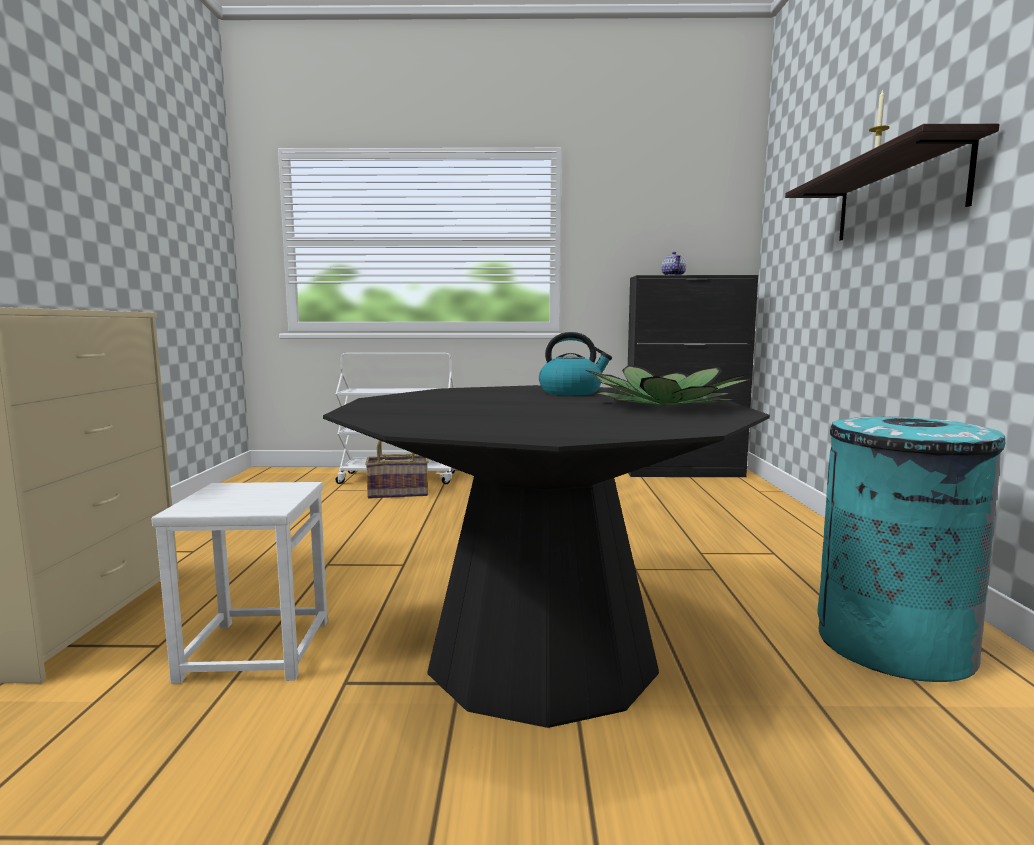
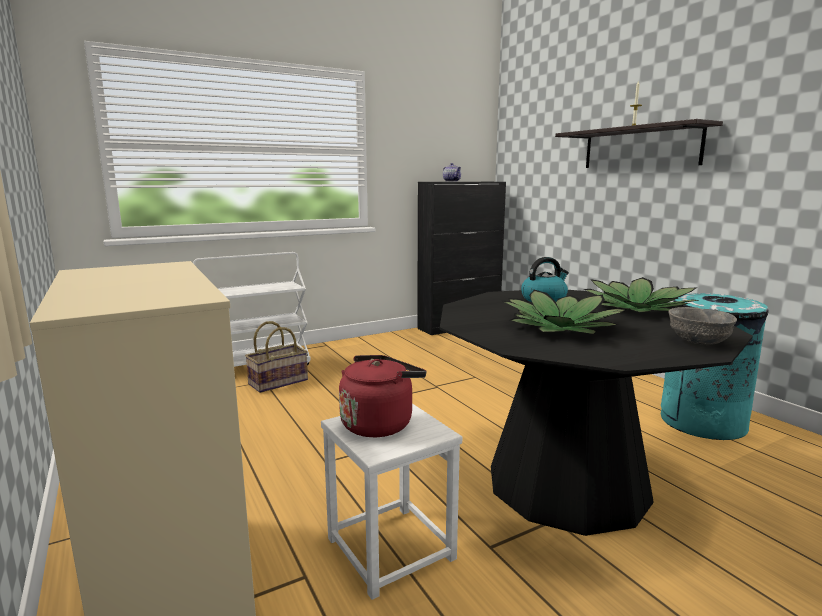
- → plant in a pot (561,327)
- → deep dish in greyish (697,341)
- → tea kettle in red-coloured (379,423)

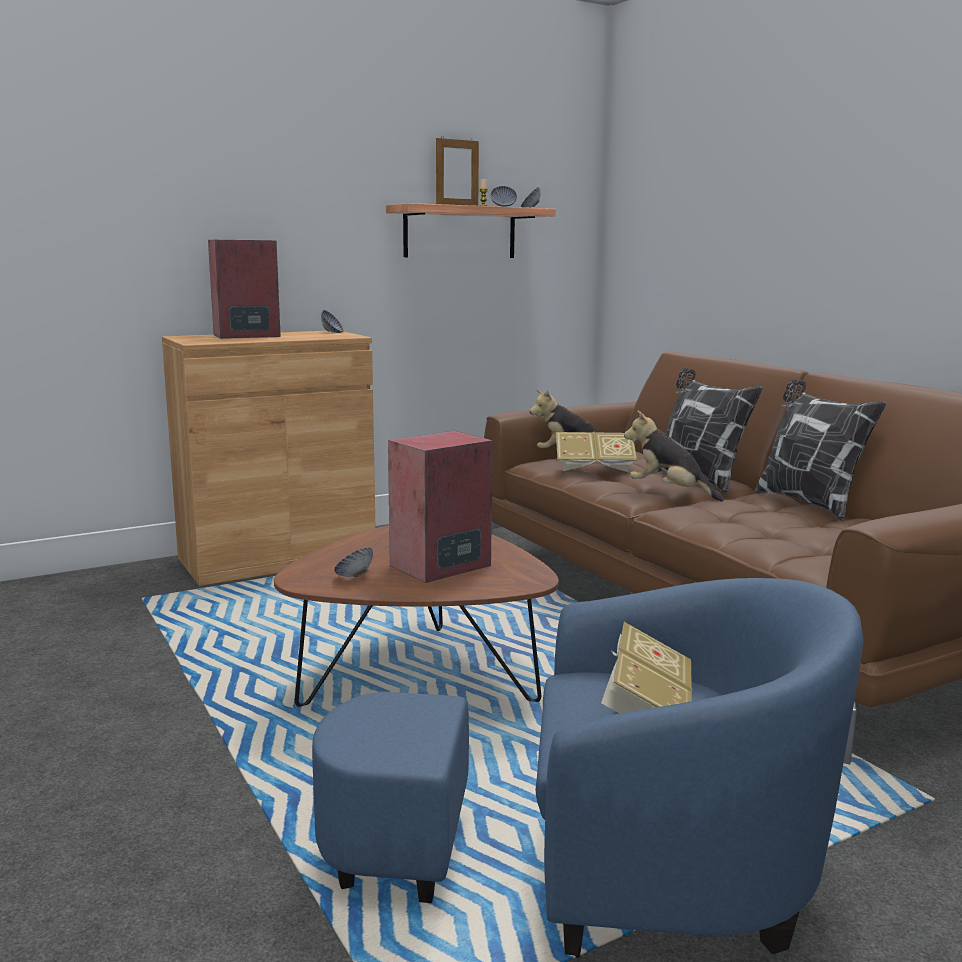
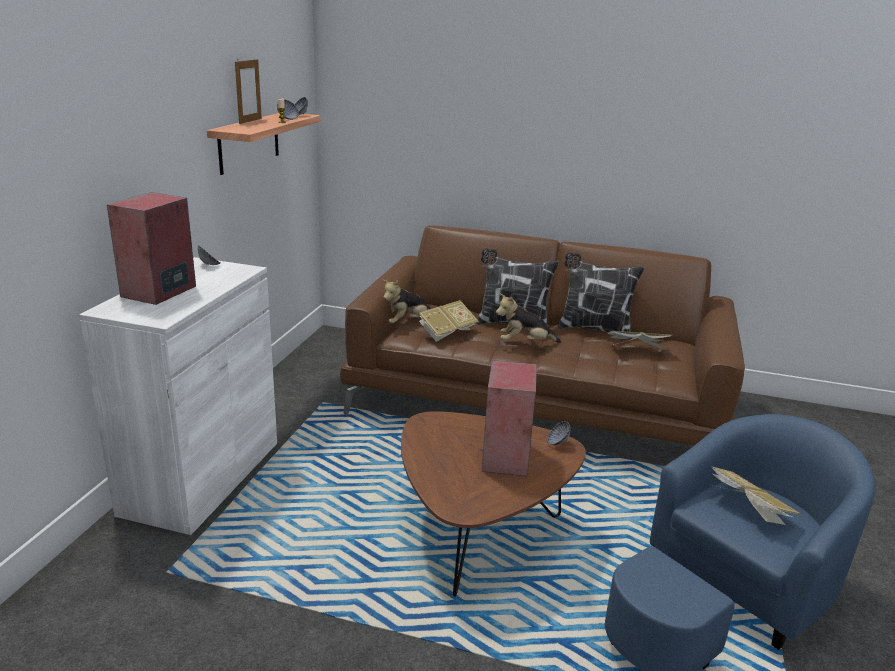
cabinet in brown-coloured (277,557) → cabinet in whitish (202,477)
deep dish (354,577) → deep dish (557,442), moved
- → volume (636,350)

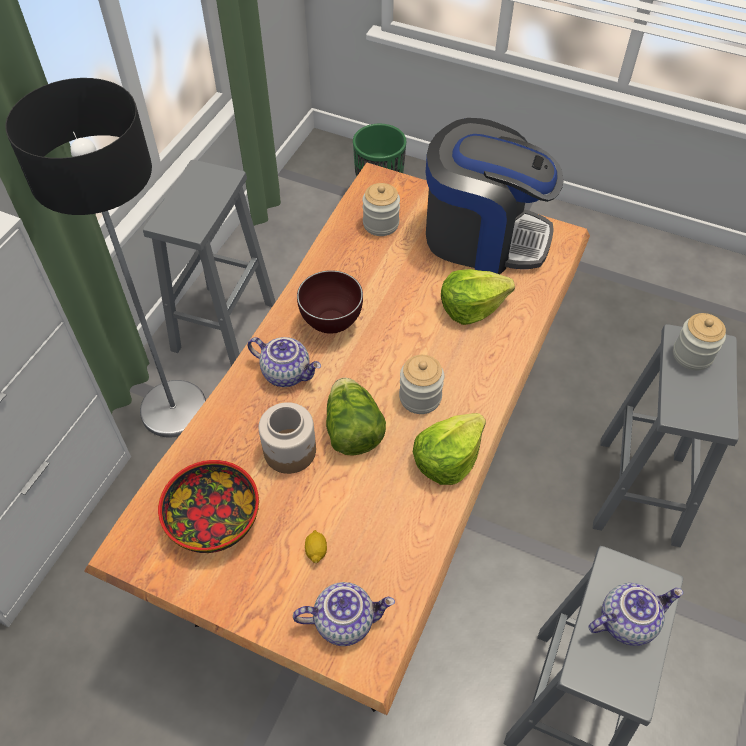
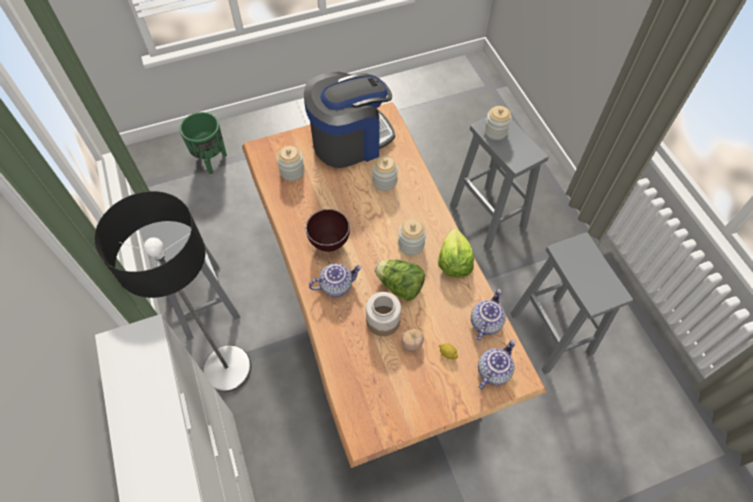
lettuce (471,307) → preserve jar (384,181)
deep dish (214,518) → -
teapot (626,620) → teapot (485,322), moved
- → fresh tomato (412,343)

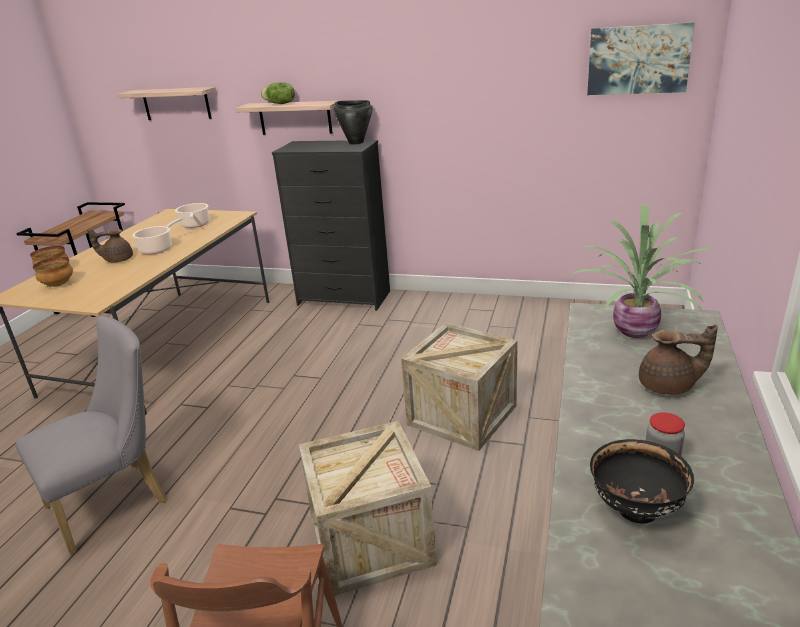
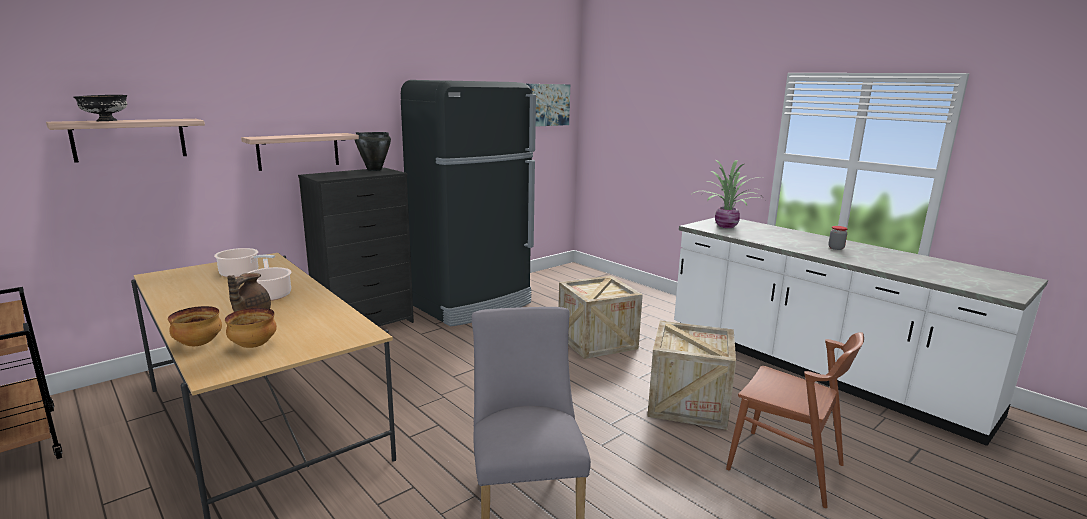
lettuce (280,104) → -
teapot in brown-coloured (669,386) → -
deep dish in blackish (635,510) → deep dish in blackish (105,121), moved
- → refrigerator in blackish (473,304)

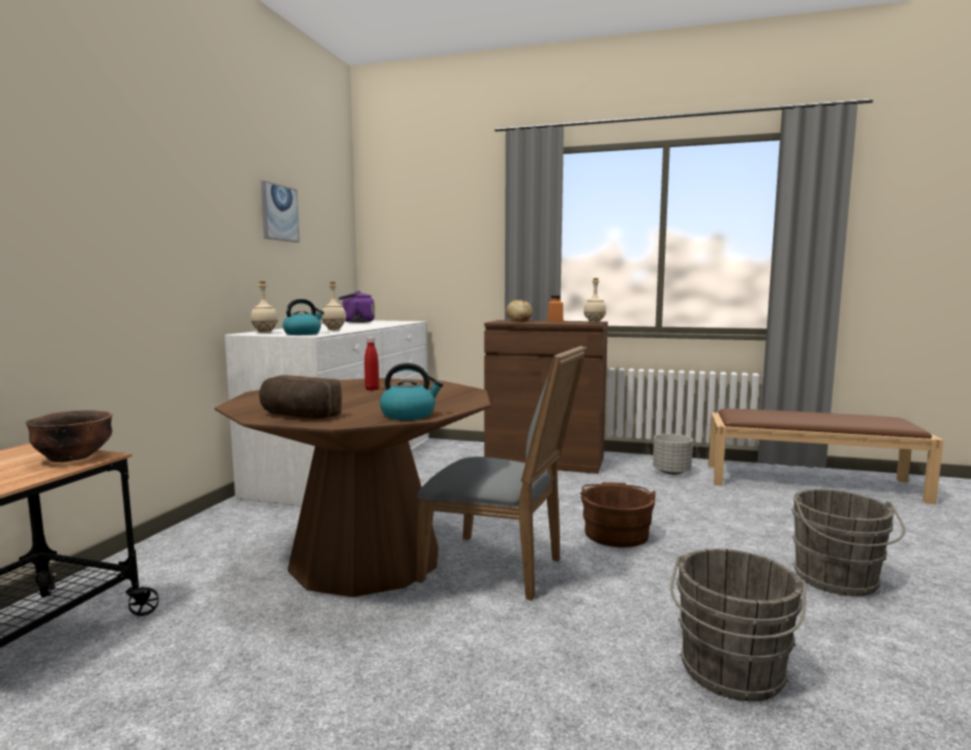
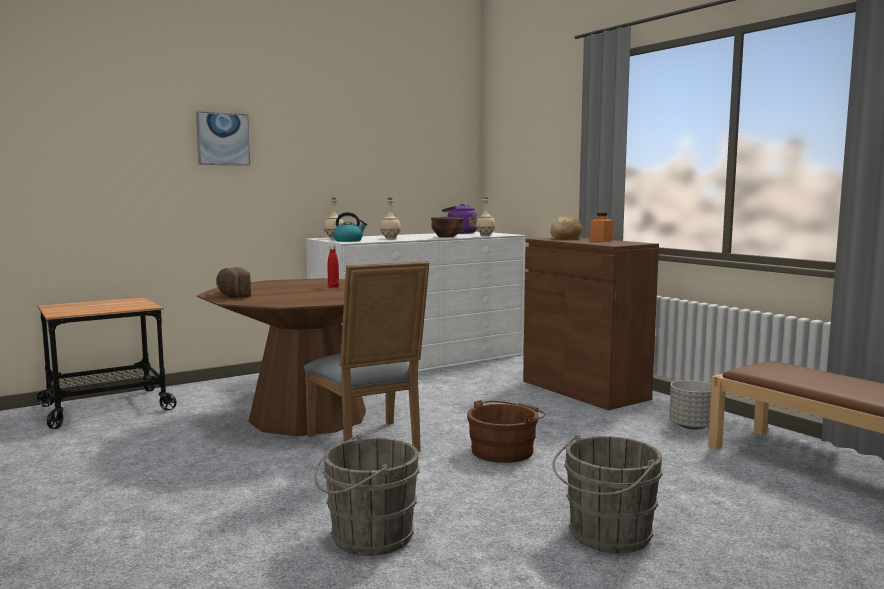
picture (279,213) → picture (223,139), moved
bottle in beige (594,322) → bottle in beige (485,236), moved
tea kettle (409,415) → -
deep dish in brown-coloured (73,458) → deep dish in brown-coloured (447,237), moved

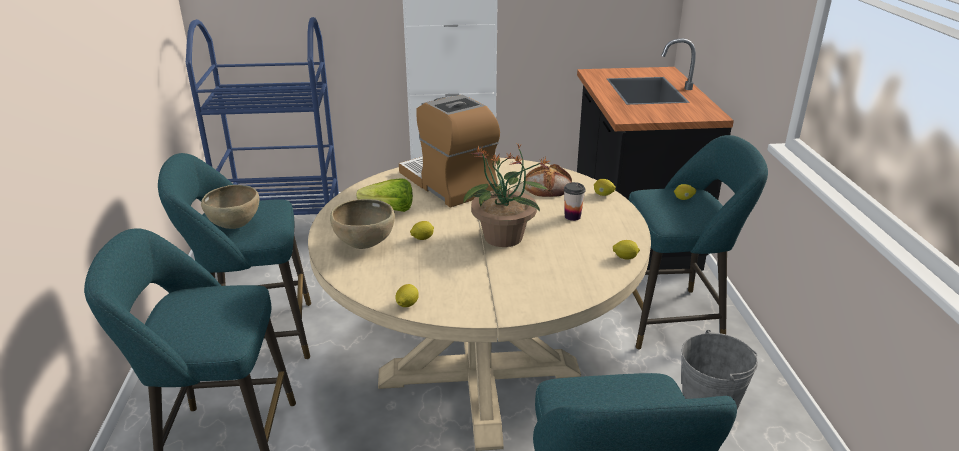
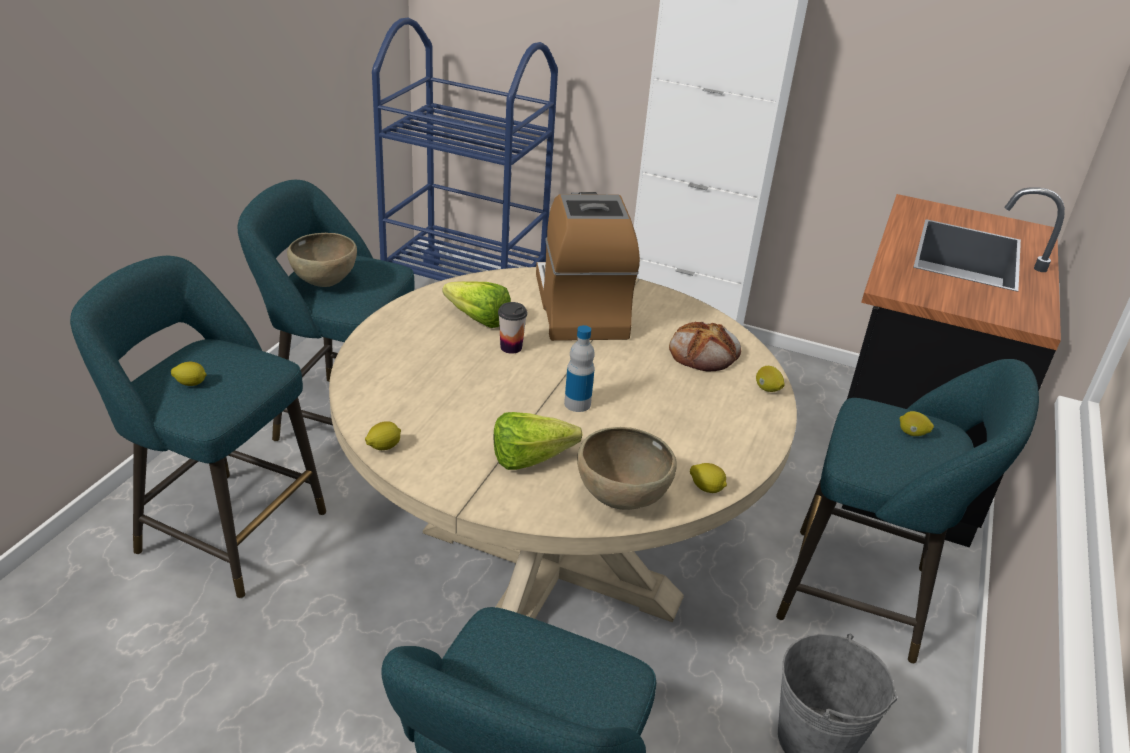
plant in a pot (504,238) → bottle (577,404)
cup (572,216) → cup (511,347), moved
deep dish in brown-coloured (365,245) → deep dish in brown-coloured (621,500), moved
whole lemon (422,238) → whole lemon (191,383), moved
- → lettuce (537,459)

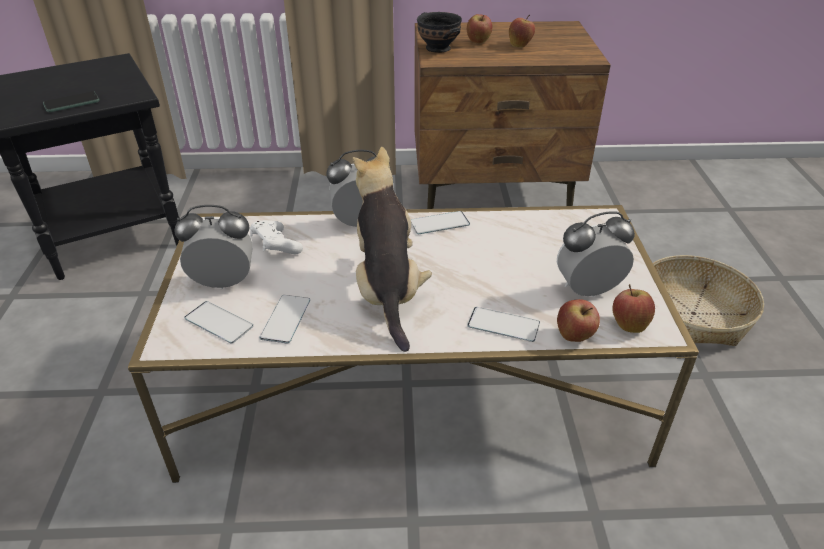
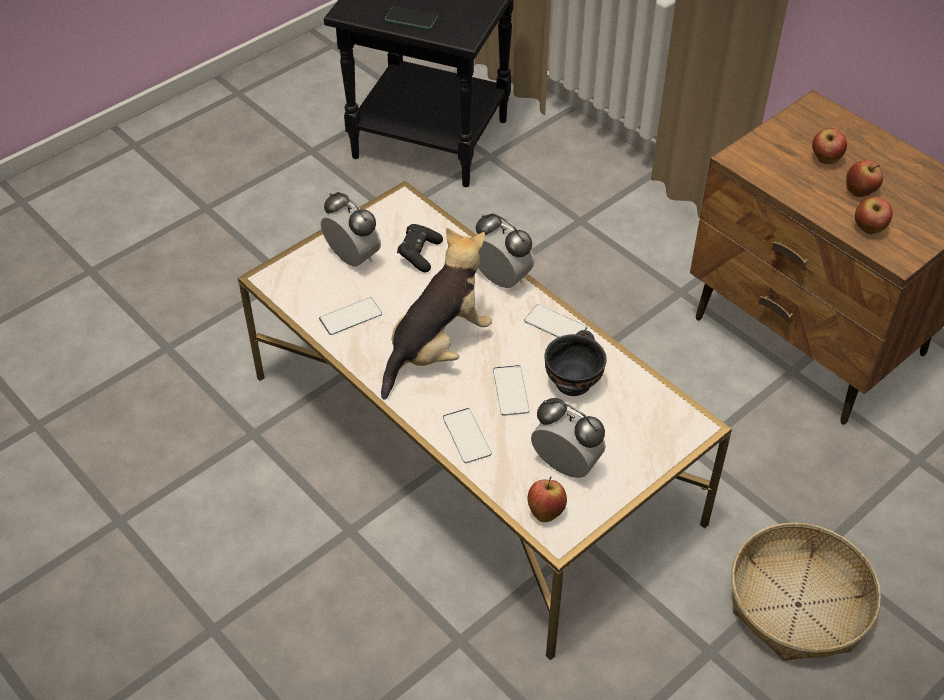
deep dish in blackish (438,48) → deep dish in blackish (574,382), moved
gamepad in whitish (276,246) → gamepad in blackish (419,254)
apple (574,336) → apple (869,229), moved
handset (218,322) → handset (511,390), moved

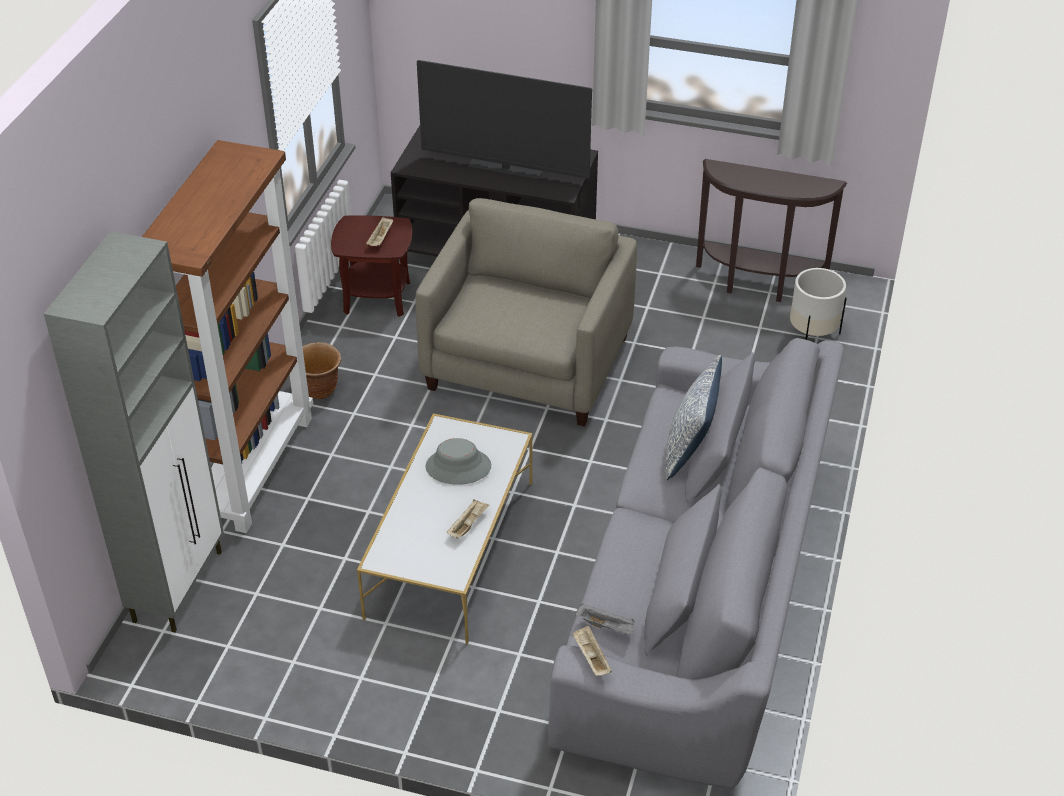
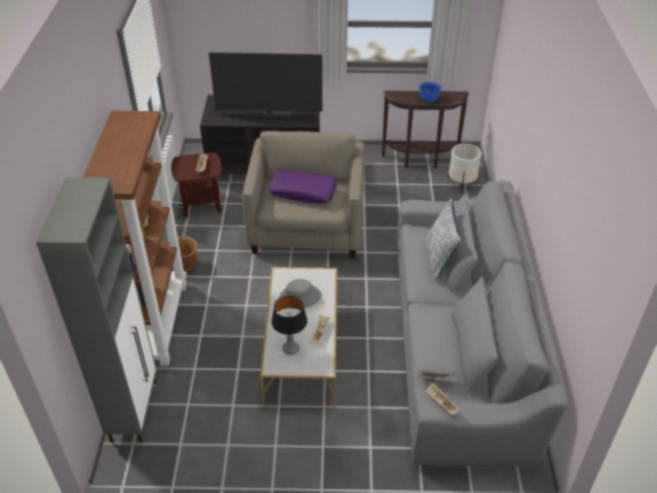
- → deep dish in blue (429,99)
- → throw pillow in purple-coloured (303,192)
- → tabletop lamp (290,349)

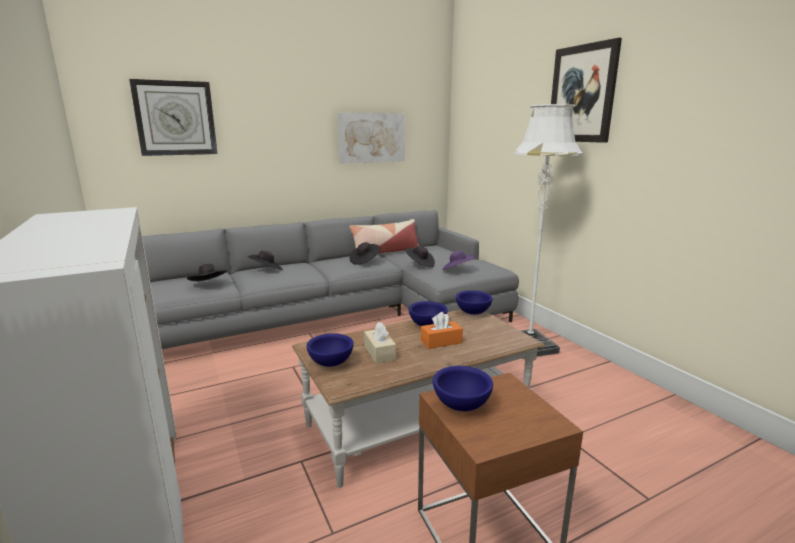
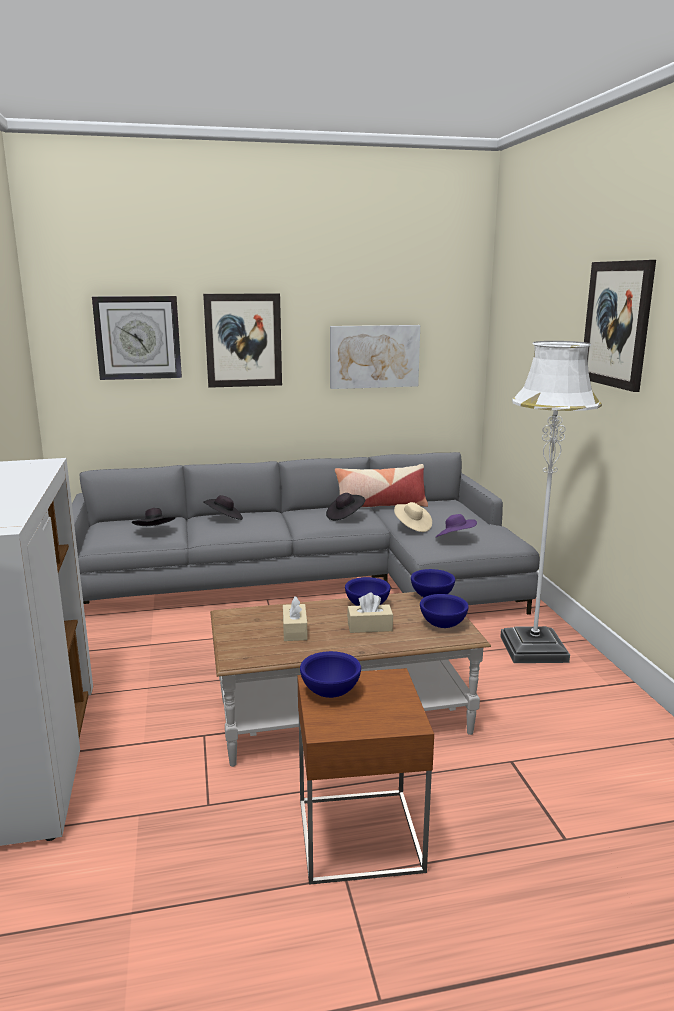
wearable hat in blackish (420,264) → wearable hat in beige (412,526)
box of tissues in orangey (441,342) → box of tissues in beige (369,627)
deep dish in blue (331,363) → deep dish in blue (443,624), moved
- → picture (243,340)

